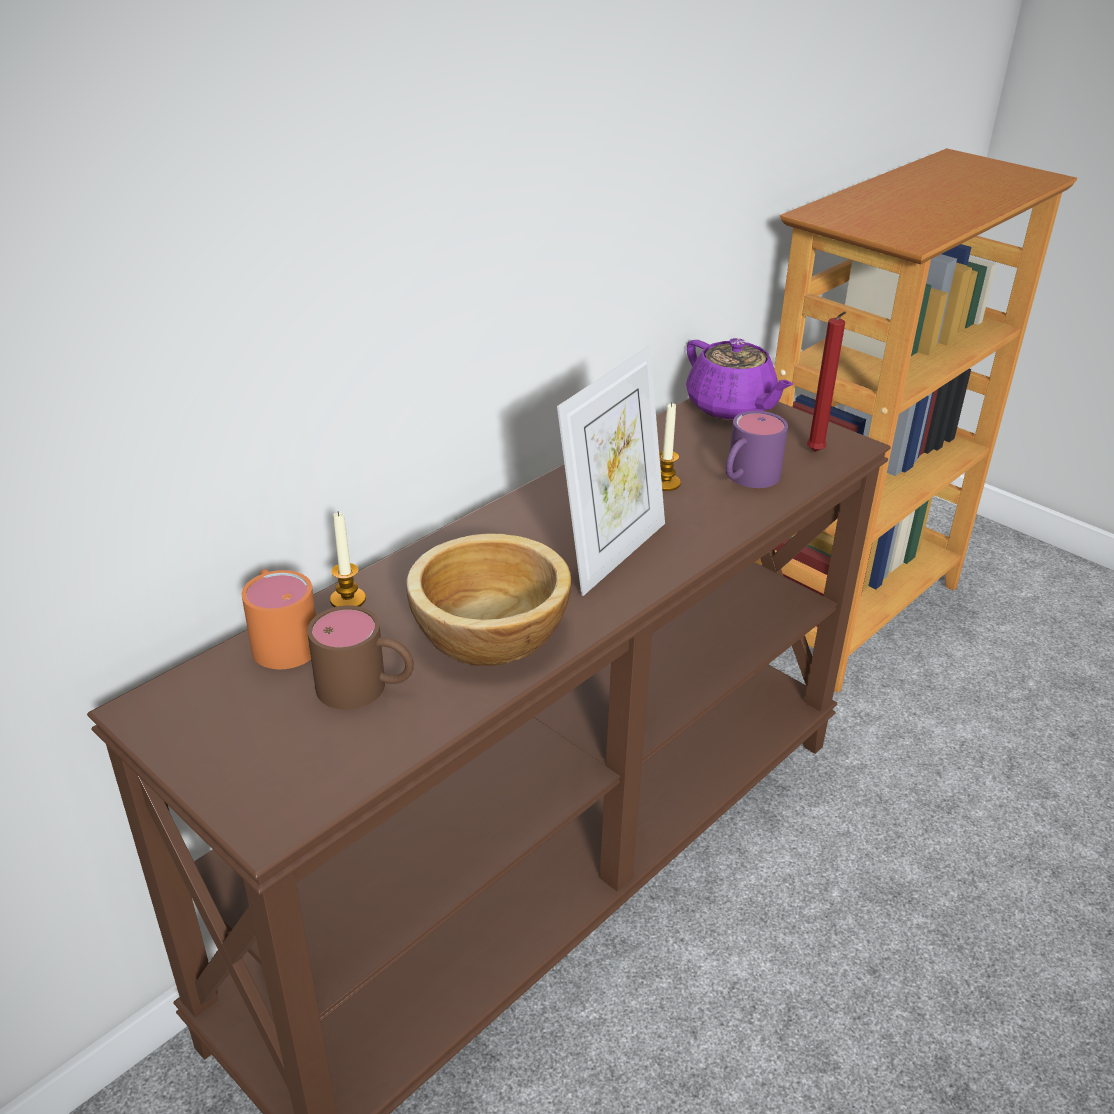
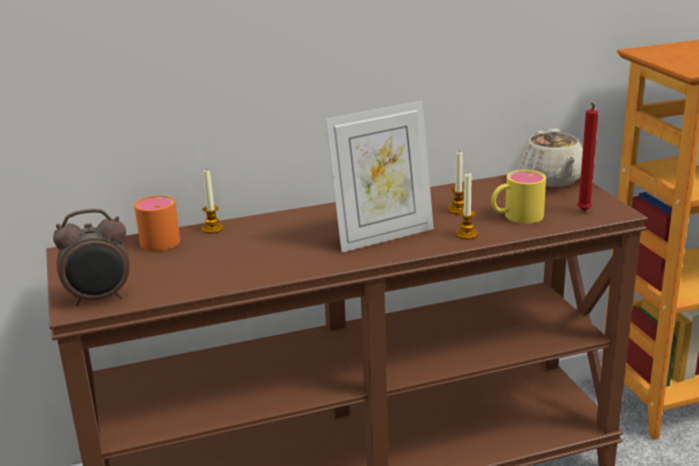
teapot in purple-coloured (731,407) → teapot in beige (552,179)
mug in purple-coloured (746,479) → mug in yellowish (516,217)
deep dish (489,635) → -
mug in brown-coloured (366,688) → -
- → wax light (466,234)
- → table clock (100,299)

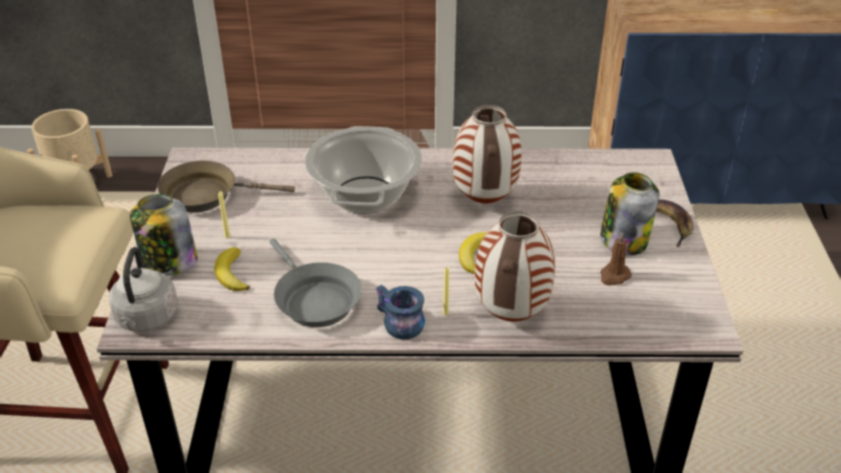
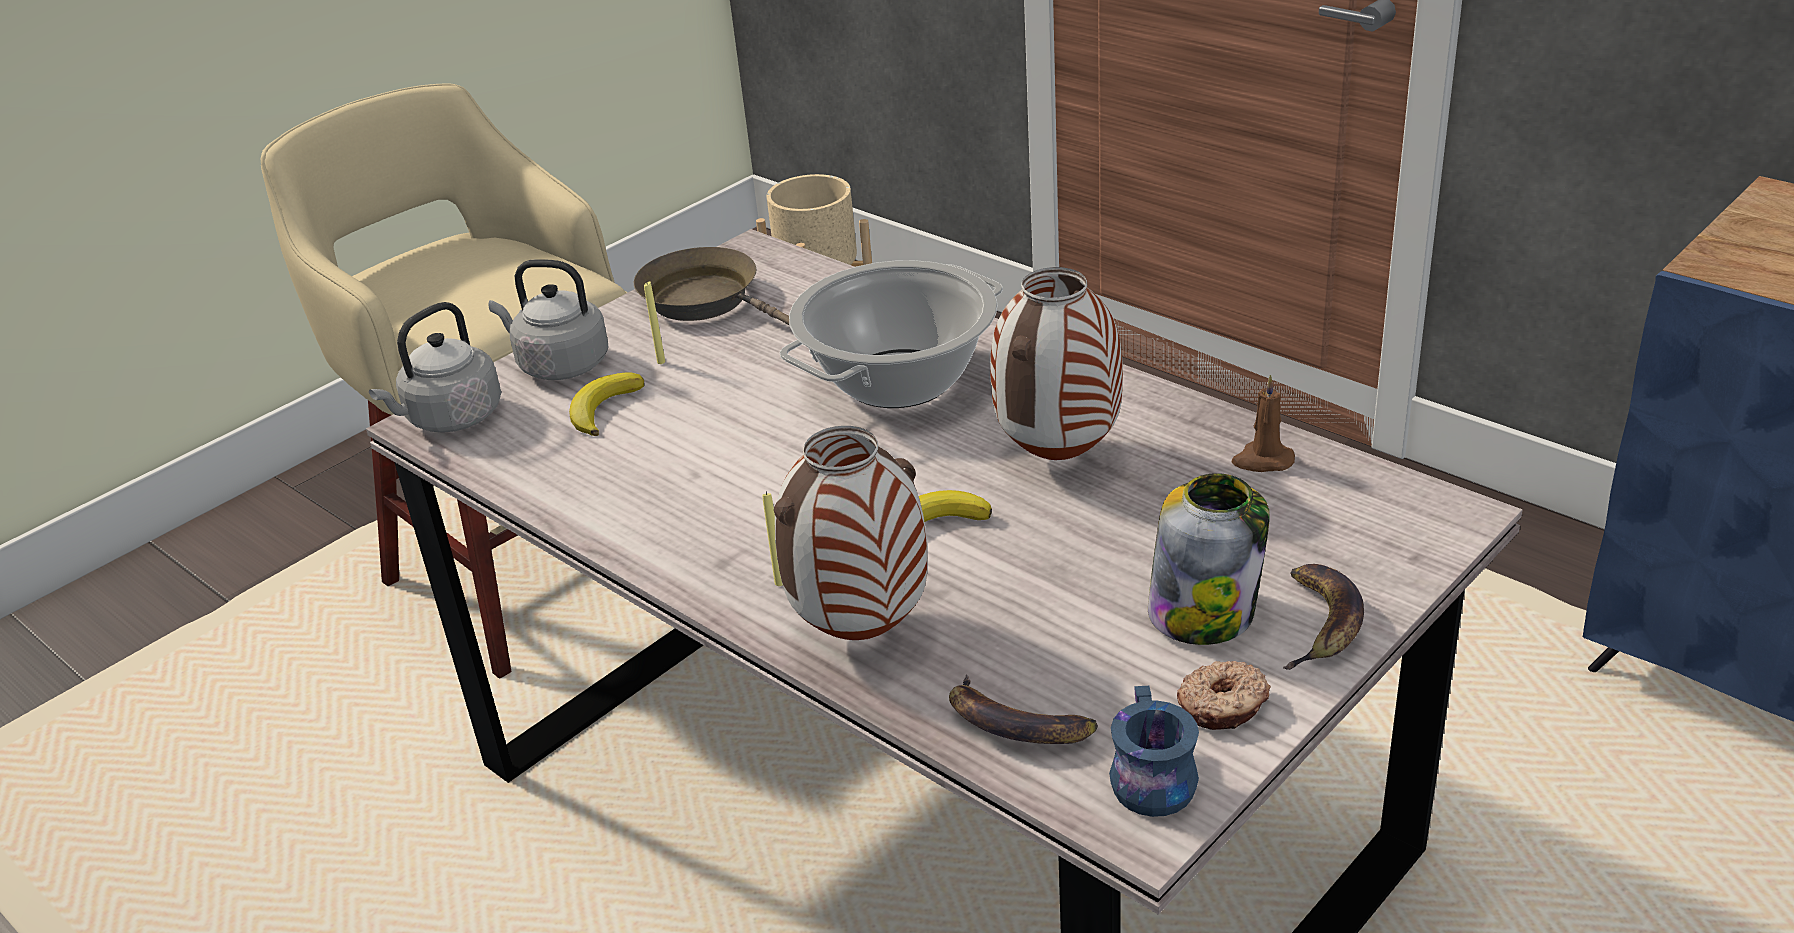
preserve jar (169,262) → tea kettle in greyish (559,365)
wax light in brown-coloured (614,276) → wax light in brown-coloured (1262,460), moved
frying pan in greyish (314,299) → -
mug in blue (397,324) → mug in blue (1144,777), moved
- → donut (1223,706)
- → whole banana (1014,725)

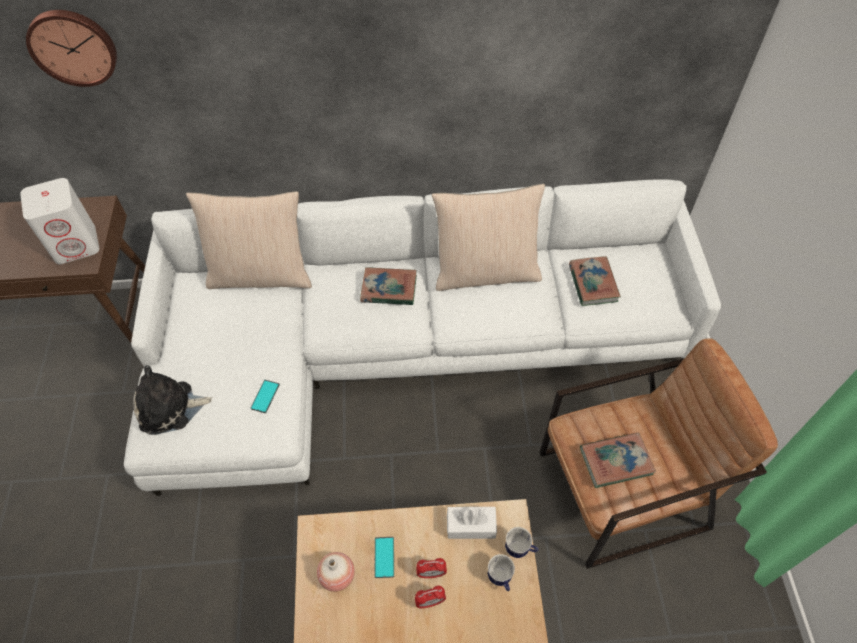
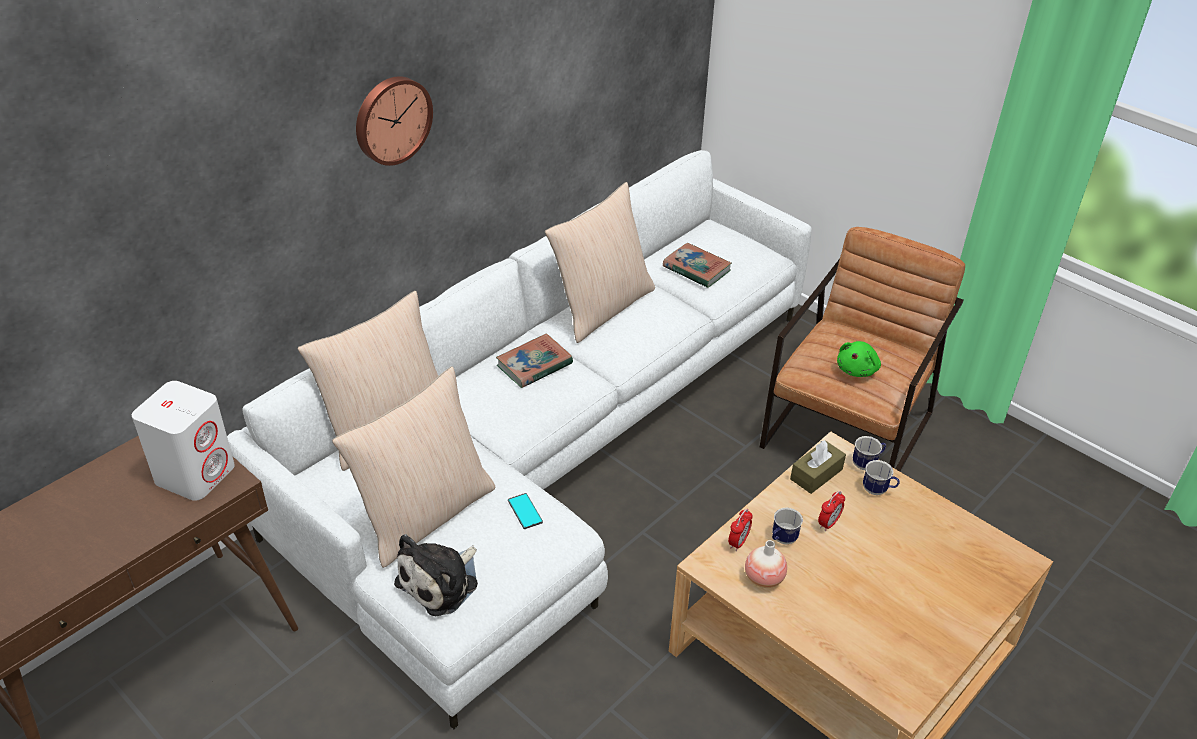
wall clock (73,46) → wall clock (391,119), moved
volume (616,461) → cuddly toy in green (857,369)
box of tissues in whitish (471,526) → box of tissues in brown-coloured (816,474)
handset (384,557) → mug (781,540)
table clock (430,602) → table clock (738,542), moved
- → throw pillow in beige (425,514)

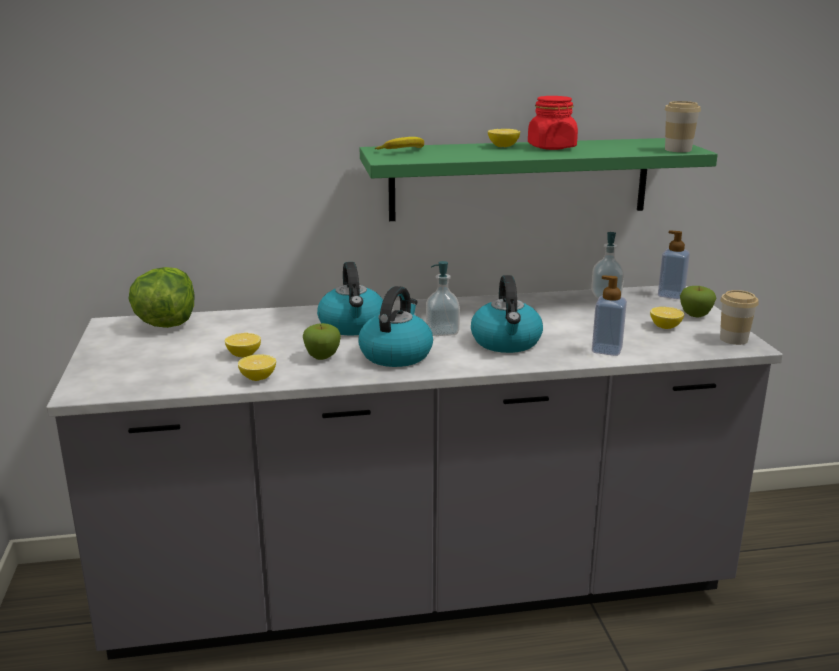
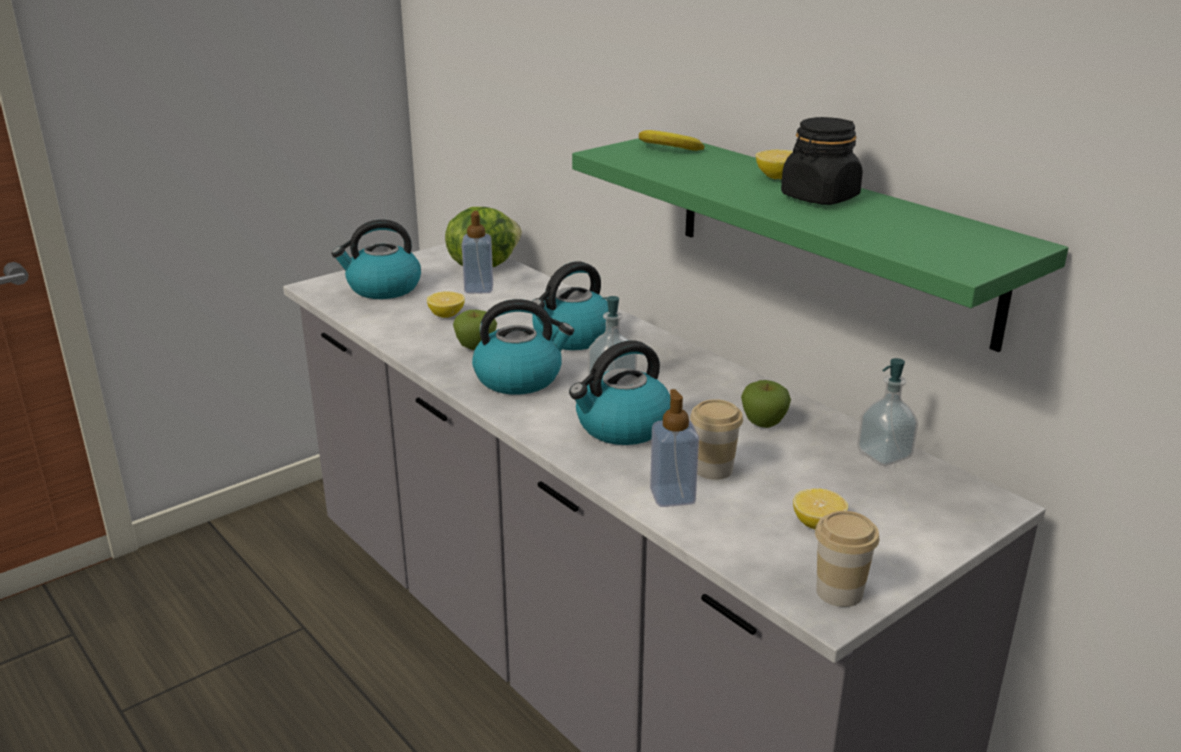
preserve jar in red-coloured (552,147) → preserve jar in blackish (819,197)
cup (678,150) → cup (713,469), moved
soap bottle (671,295) → soap bottle (479,289), moved
apple (695,316) → apple (763,423), moved
whole lemon (258,378) → -
- → tea kettle (383,288)

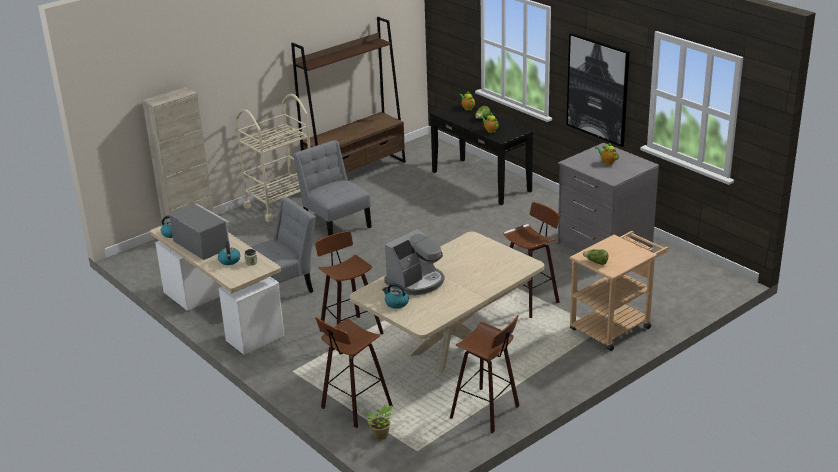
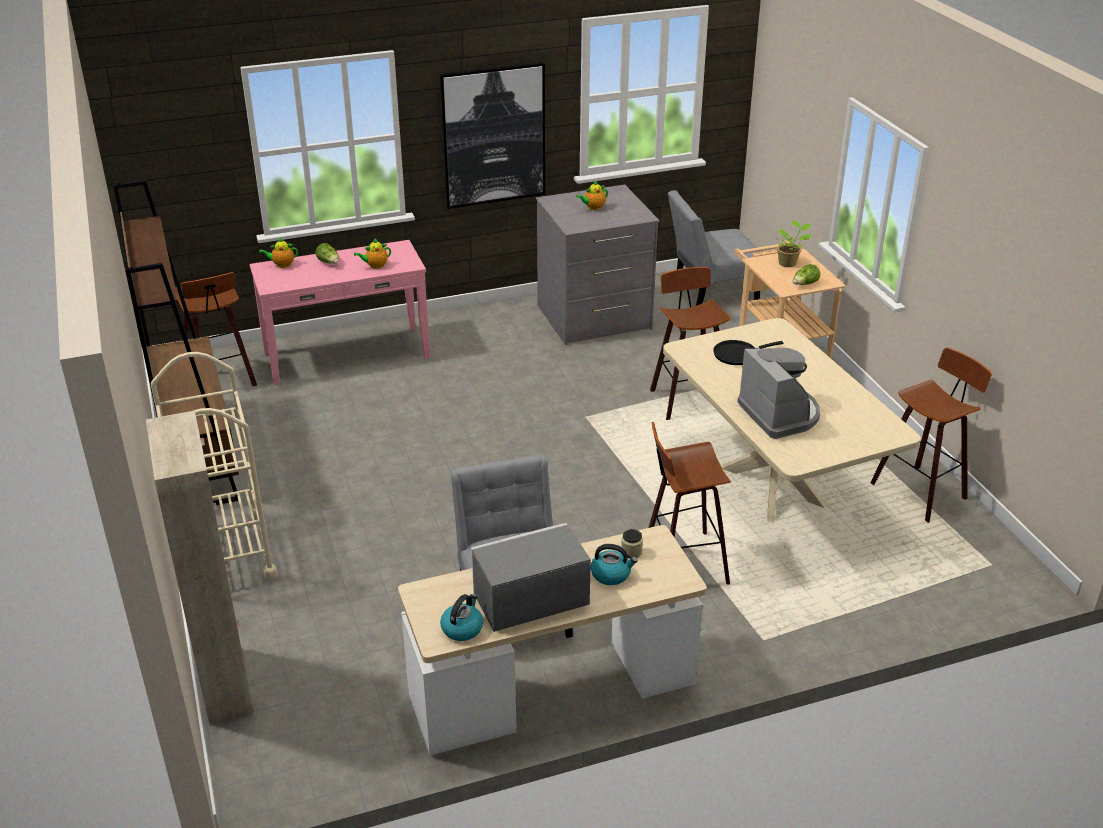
console table in blackish (481,181) → console table in pink (346,354)
upright chair in greyish (335,224) → upright chair in greyish (710,292), moved
tea kettle (396,303) → -
stool seat (354,407) → stool seat (222,380), moved
plant in a pot (381,435) → plant in a pot (788,263), moved
- → frying pan in blackish (738,355)

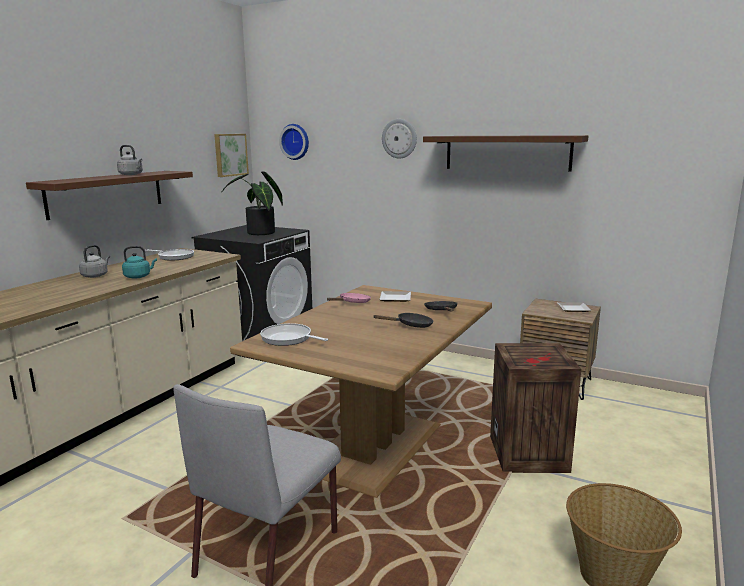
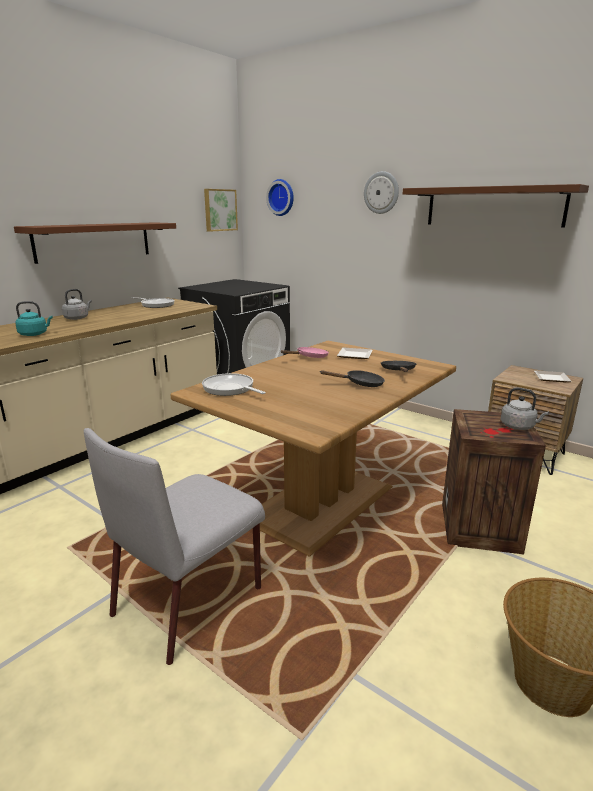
tea kettle in greyish (132,174) → tea kettle in greyish (519,426), moved
plant in a pot (260,233) → -
tea kettle in turquoise (139,276) → tea kettle in turquoise (35,334), moved

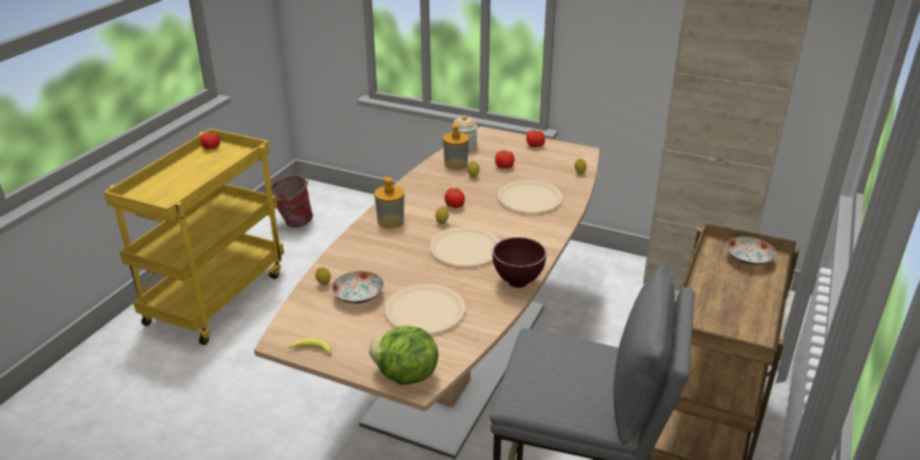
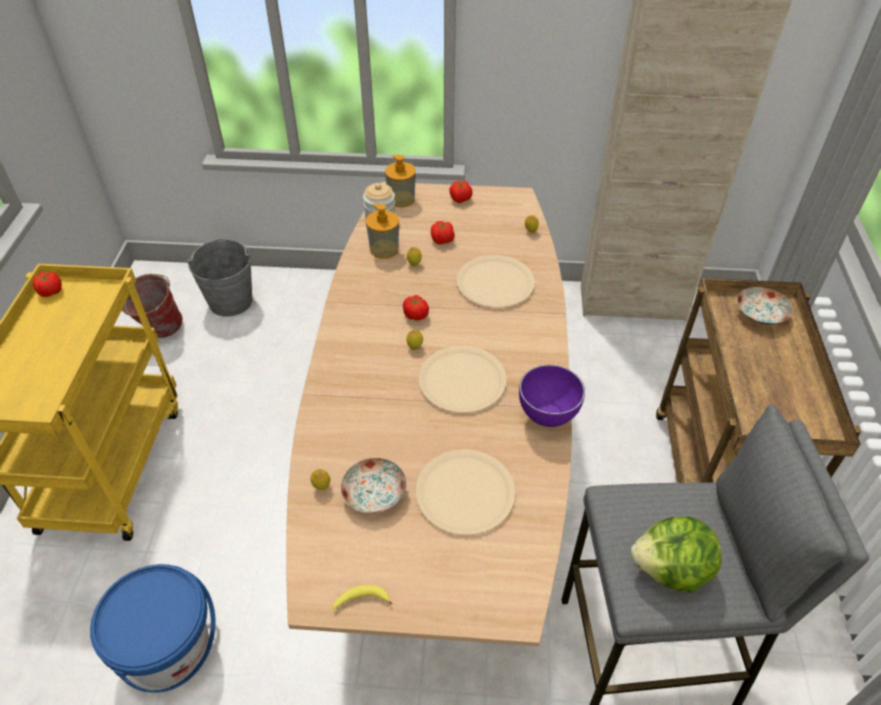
soap bottle (390,221) → soap bottle (401,199), moved
deep dish in brown-coloured (518,282) → deep dish in purple-coloured (546,417)
lettuce (405,376) → lettuce (671,570), moved
- → pail in greyish (230,301)
- → pail in blue (169,648)

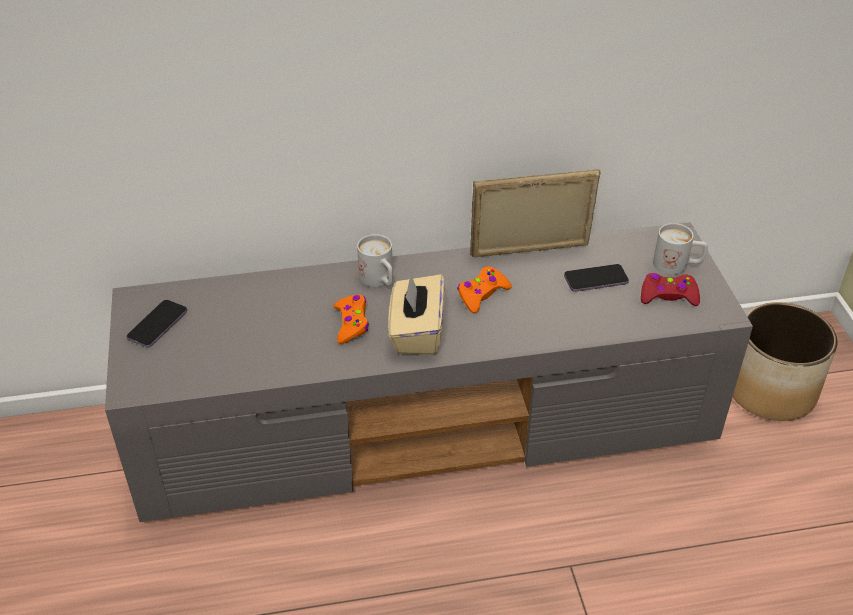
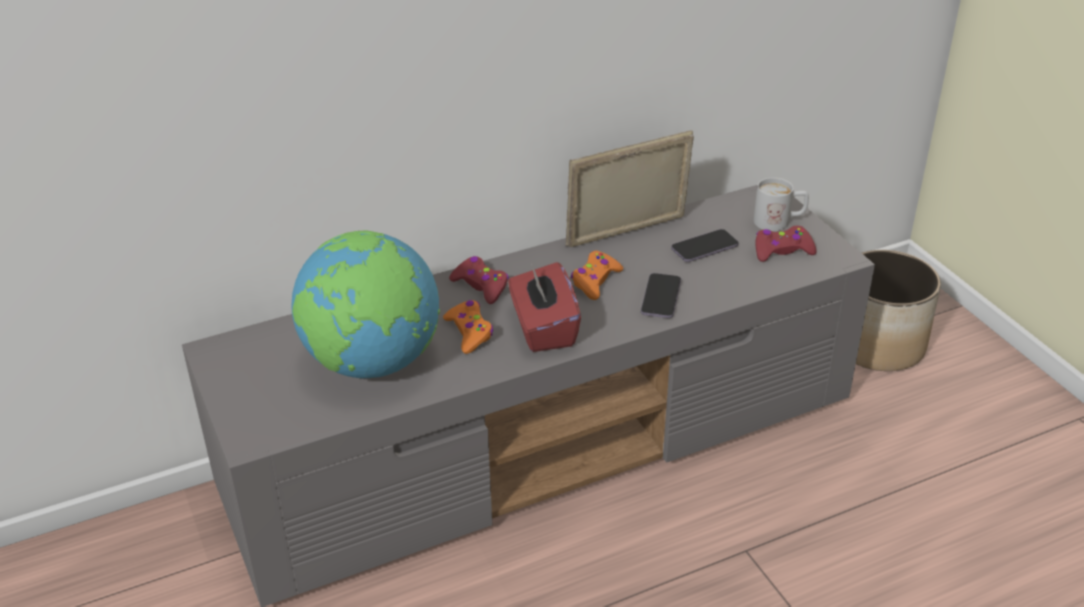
mug in whitish (379,280) → gamepad in red-coloured (481,286)
box of tissues in beige (417,332) → box of tissues in red-coloured (543,329)
handset (157,325) → handset (661,297), moved
- → desk globe (372,363)

